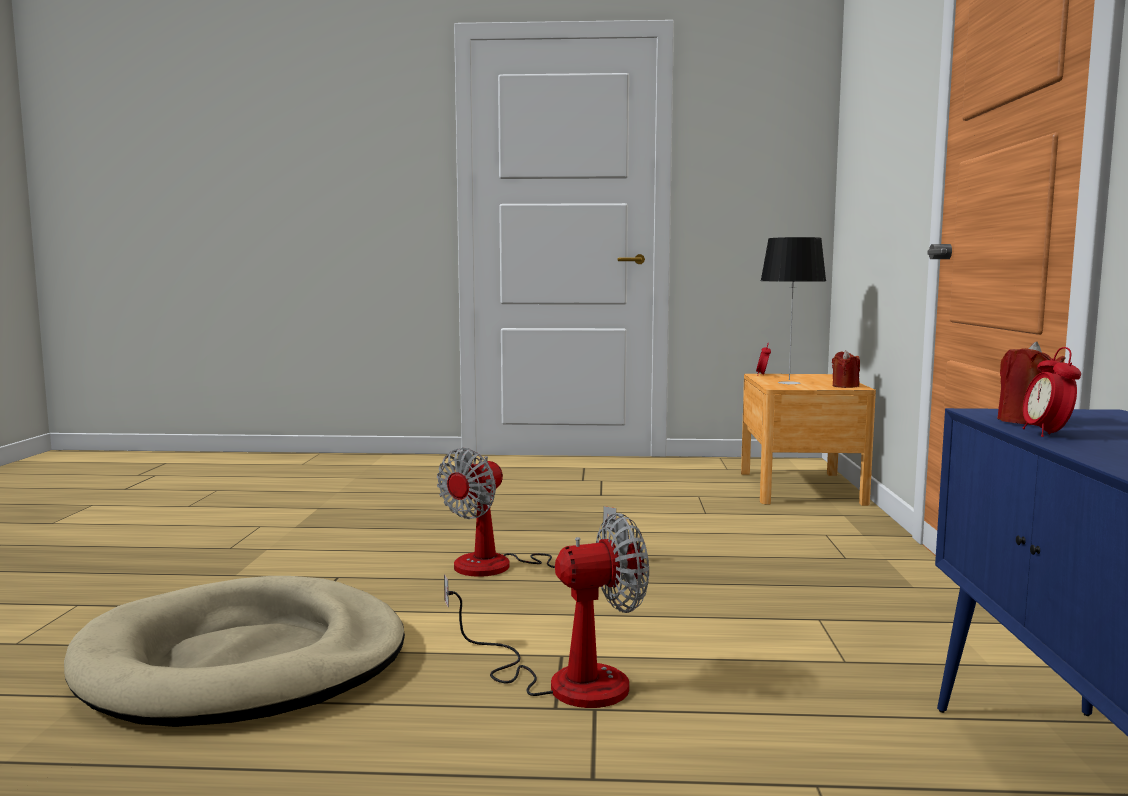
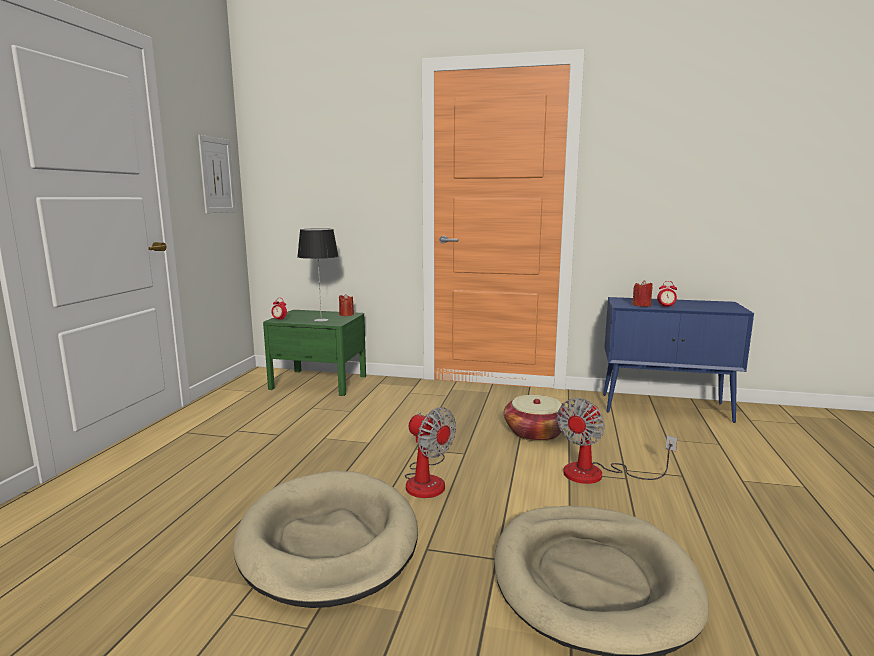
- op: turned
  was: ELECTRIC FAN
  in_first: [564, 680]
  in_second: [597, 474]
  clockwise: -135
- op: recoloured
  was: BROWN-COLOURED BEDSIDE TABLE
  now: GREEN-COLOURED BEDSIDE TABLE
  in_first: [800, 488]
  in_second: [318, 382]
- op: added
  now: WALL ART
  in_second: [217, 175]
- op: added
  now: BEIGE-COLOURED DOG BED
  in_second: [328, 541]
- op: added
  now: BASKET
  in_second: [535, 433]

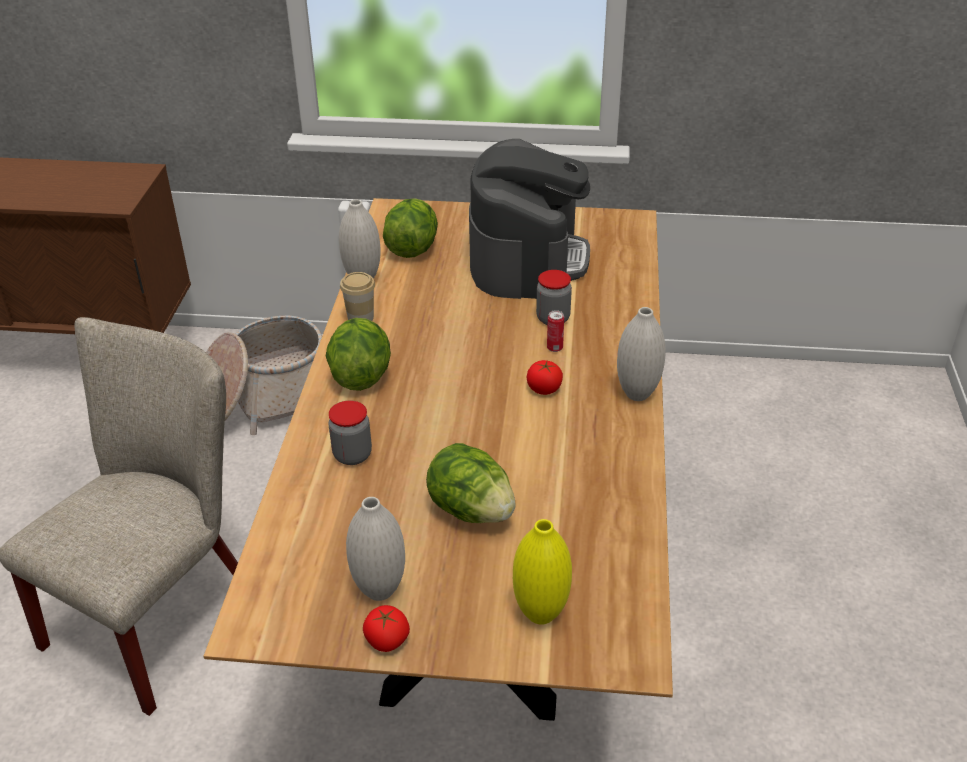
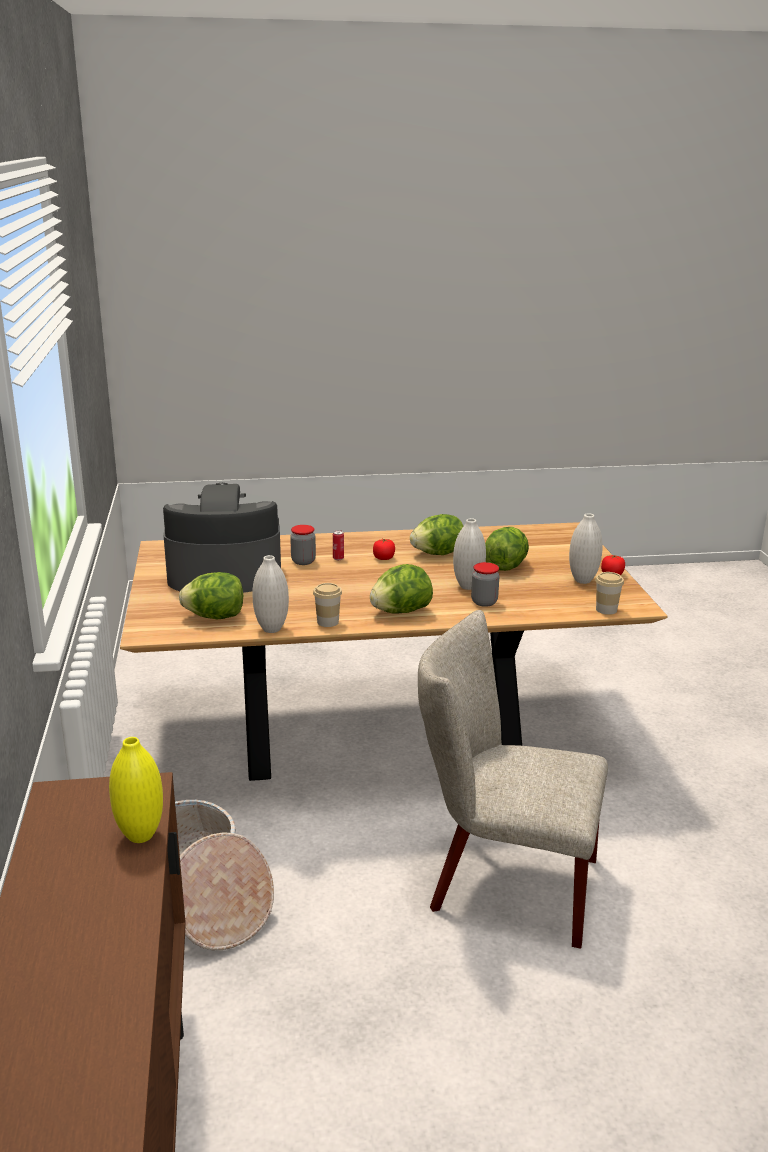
- op: moved
  was: YELLOW-COLOURED FLOWER VASE
  in_first: [540, 613]
  in_second: [140, 835]
- op: moved
  was: WHITE-COLOURED FLOWER VASE
  in_first: [637, 394]
  in_second: [468, 586]
- op: added
  now: LETTUCE
  in_second: [438, 554]
- op: added
  now: SMALL CUP
  in_second: [606, 610]

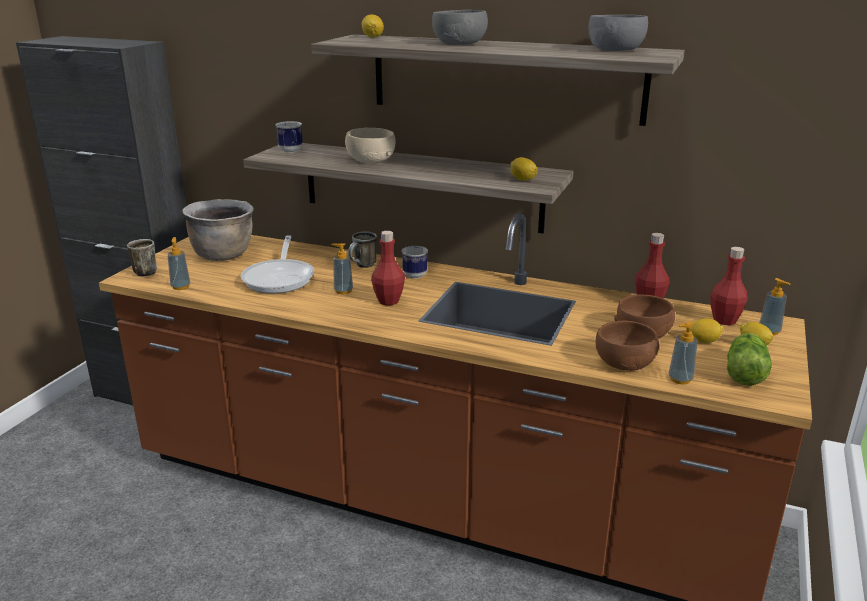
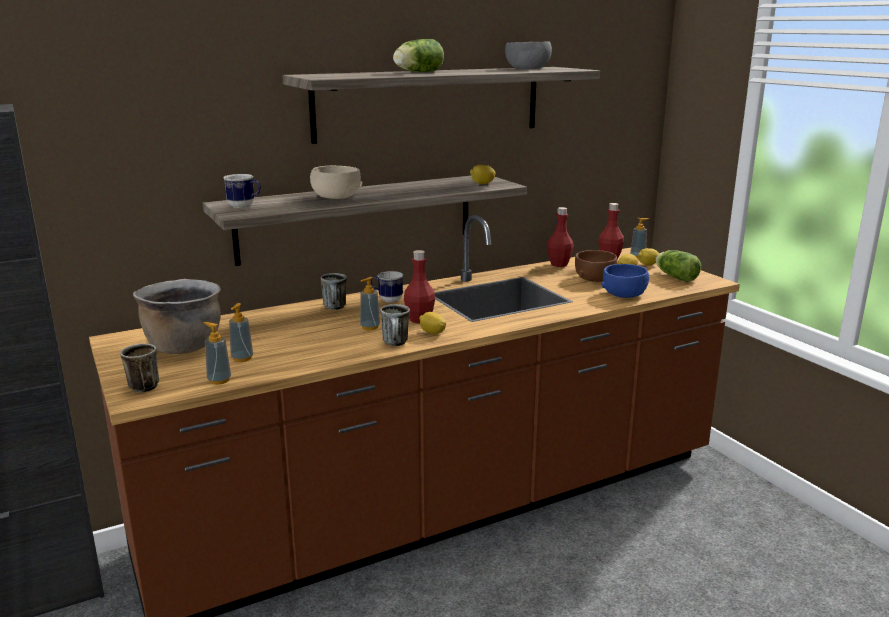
- op: removed
  was: FRYING PAN
  in_first: [280, 278]
- op: moved
  was: LEMON
  in_first: [373, 37]
  in_second: [432, 333]
- op: replaced
  was: GREY DEEP DISH
  now: LETTUCE
  in_first: [460, 43]
  in_second: [416, 72]
- op: recoloured
  was: BROWN-COLOURED DEEP DISH
  now: BLUE DEEP DISH
  in_first: [624, 362]
  in_second: [624, 294]
- op: moved
  was: SOAP DISPENSER
  in_first: [680, 379]
  in_second: [242, 358]
- op: added
  now: MUG
  in_second: [396, 344]

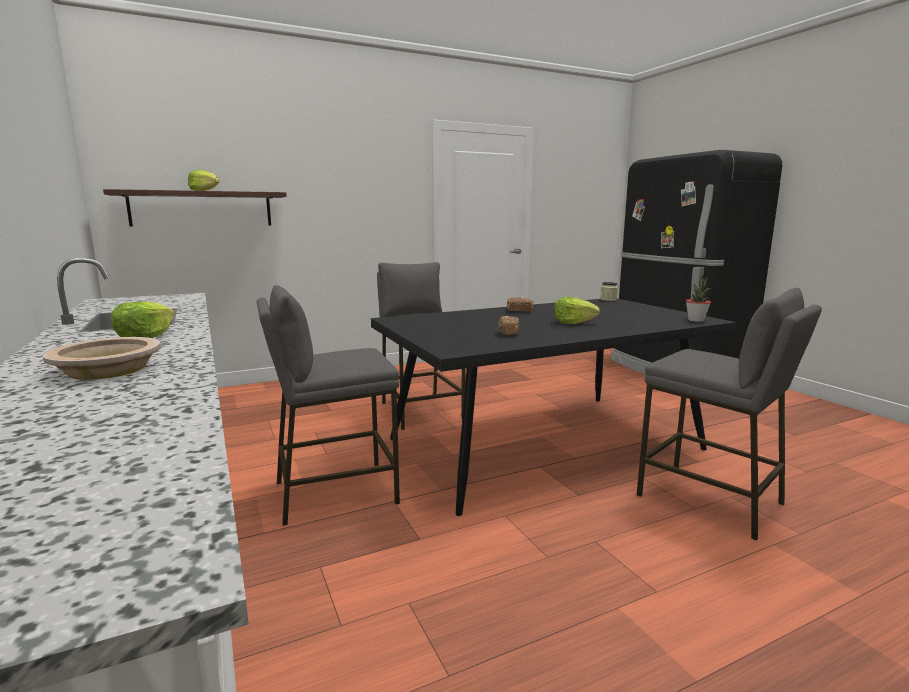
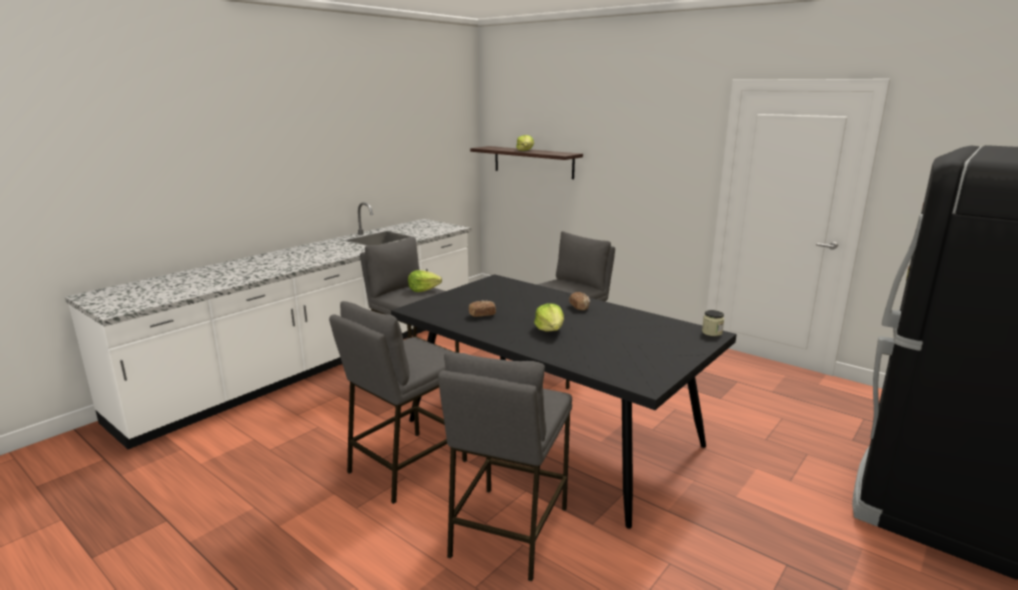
- op: removed
  was: BEIGE-COLOURED DEEP DISH
  in_first: [108, 369]
- op: moved
  was: LETTUCE
  in_first: [145, 337]
  in_second: [423, 289]
- op: removed
  was: POTTED PLANT
  in_first: [696, 320]
- op: added
  now: GREY STOOL
  in_second: [406, 466]

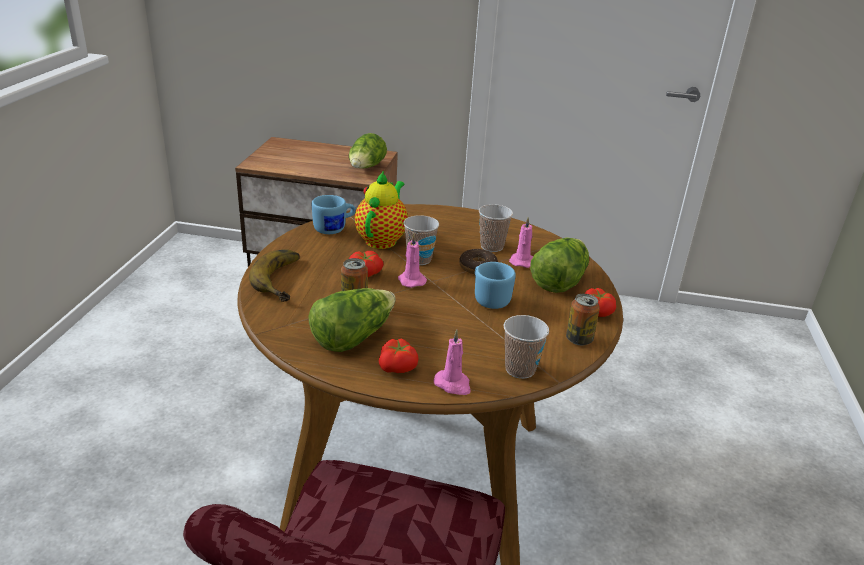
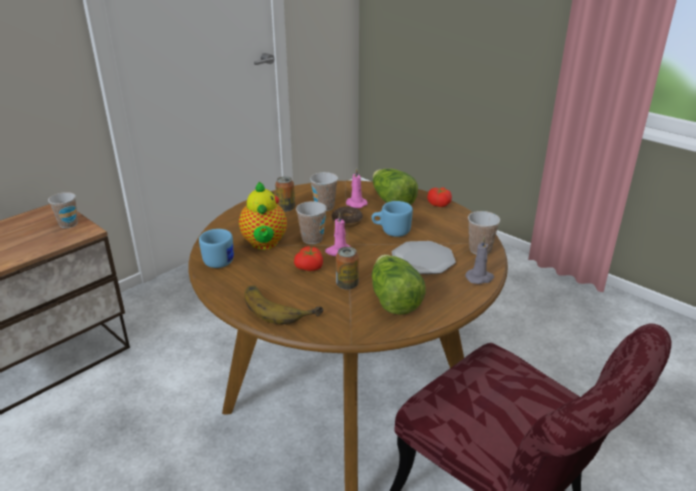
- op: replaced
  was: LETTUCE
  now: SMALL CUP
  in_first: [366, 168]
  in_second: [68, 224]
- op: turned
  was: POT FOR TEA
  in_first: [382, 239]
  in_second: [264, 244]
  clockwise: -150
- op: removed
  was: FRESH TOMATO
  in_first: [398, 368]
- op: recoloured
  was: PINKISH WAX LIGHT
  now: GREY WAX LIGHT
  in_first: [453, 384]
  in_second: [480, 278]
- op: moved
  was: SEALED CAN
  in_first: [579, 339]
  in_second: [286, 208]
- op: added
  now: DINNER PLATE
  in_second: [422, 259]

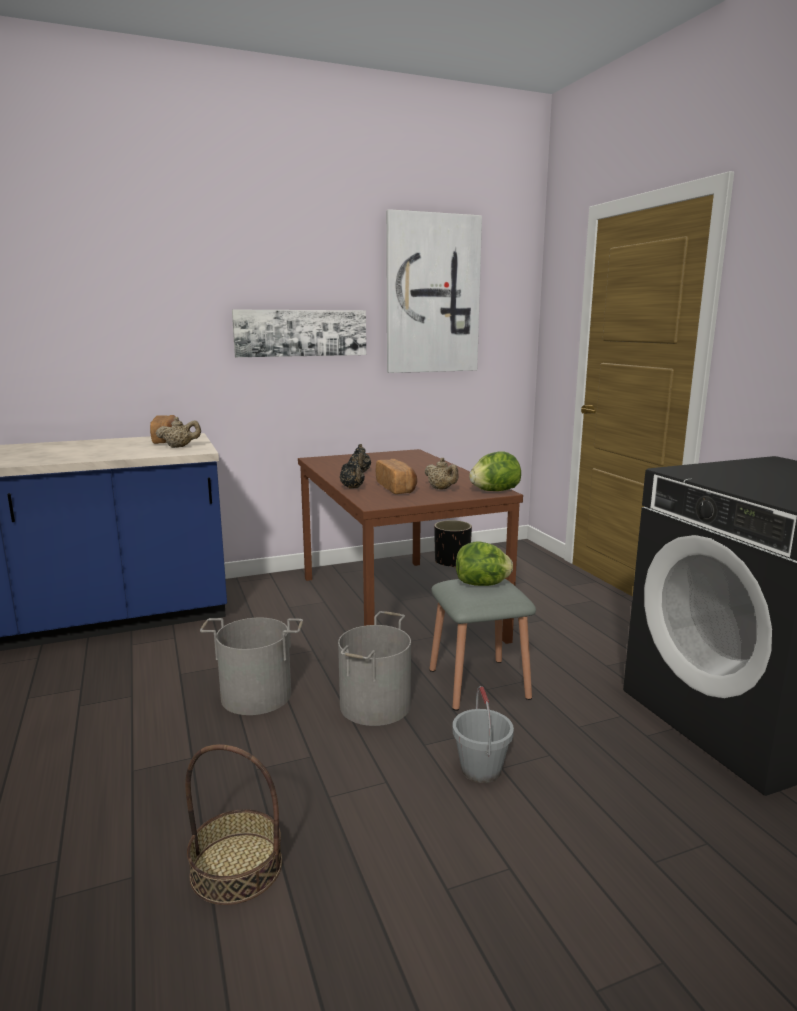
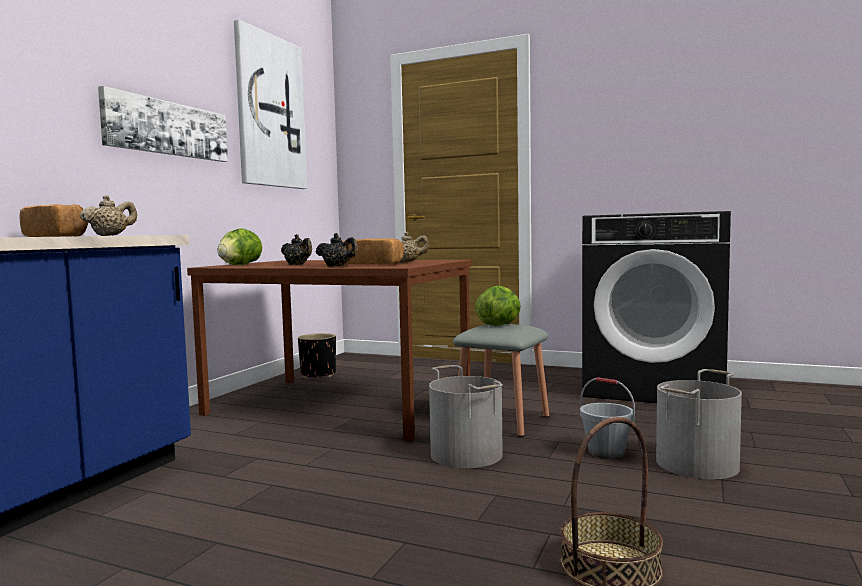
- op: moved
  was: GREY WATER BUCKET
  in_first: [256, 696]
  in_second: [698, 464]
- op: moved
  was: LETTUCE
  in_first: [494, 491]
  in_second: [239, 265]

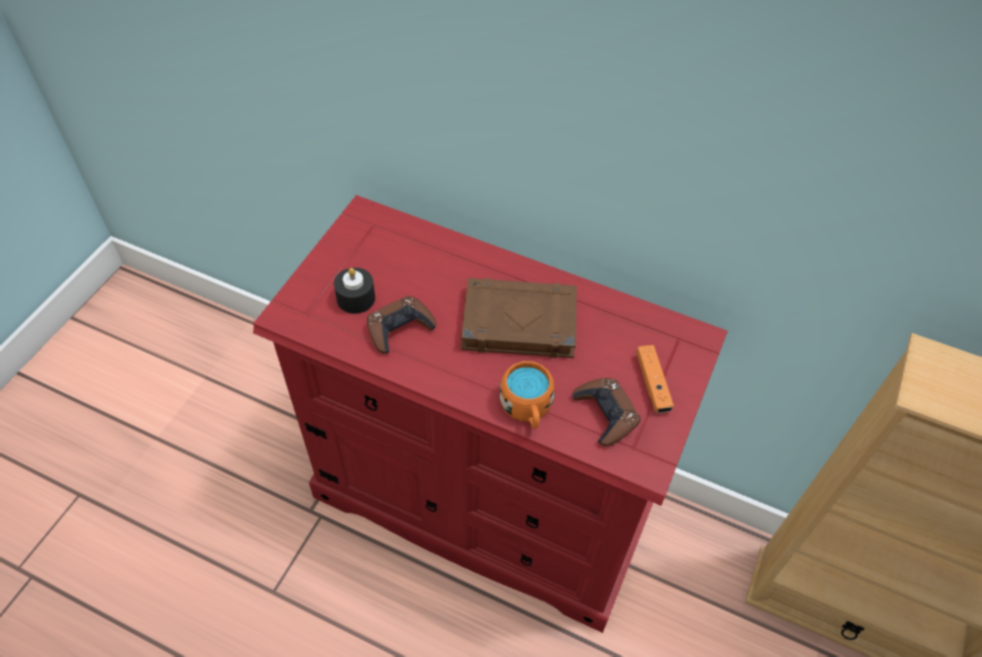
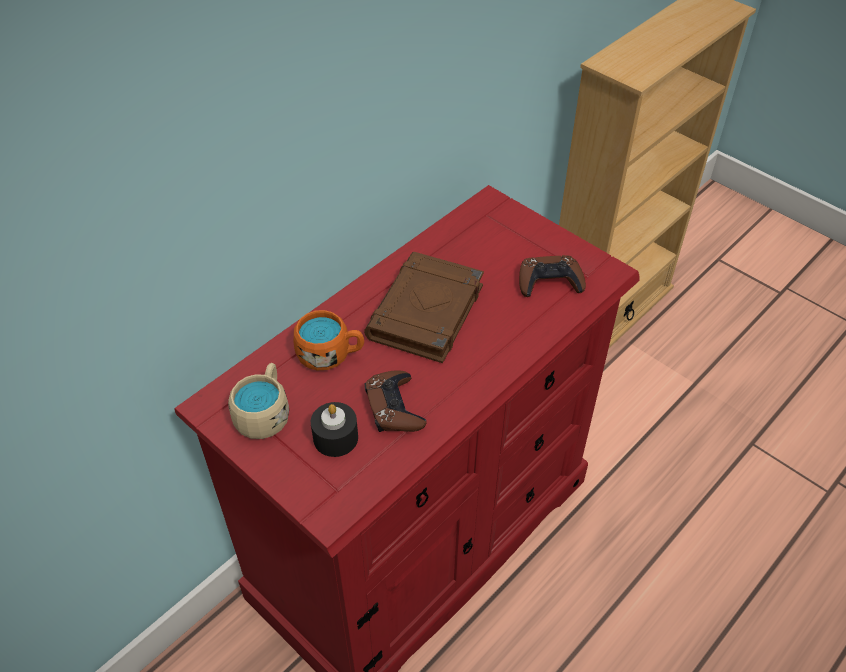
- op: moved
  was: ORANGE MUG
  in_first: [527, 408]
  in_second: [330, 354]
- op: removed
  was: ORANGE GAMEPAD
  in_first: [652, 384]
- op: added
  now: BEIGE-COLOURED MUG
  in_second: [264, 413]

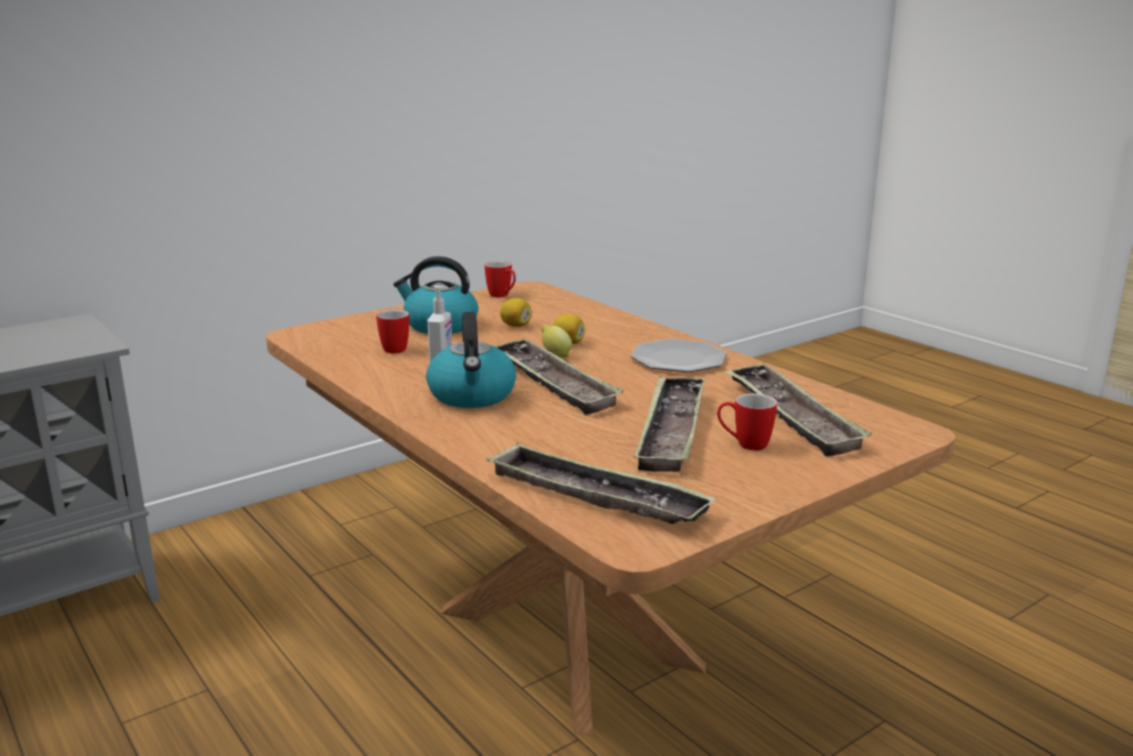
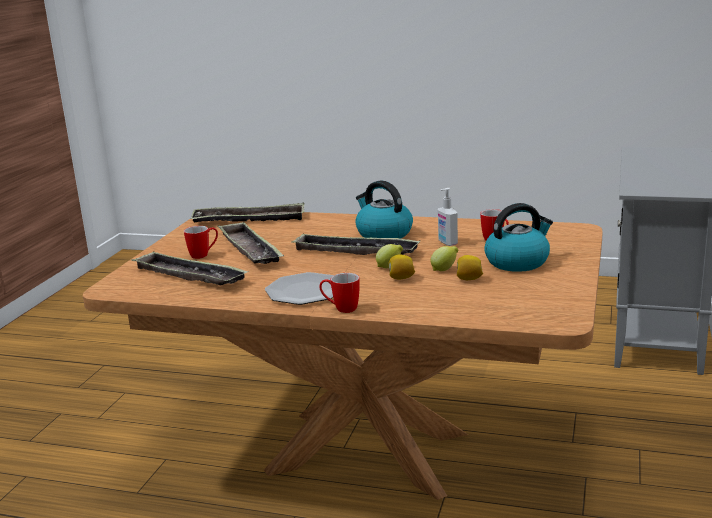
- op: moved
  was: MUG
  in_first: [502, 296]
  in_second: [341, 309]
- op: added
  now: LEMON
  in_second: [444, 270]

